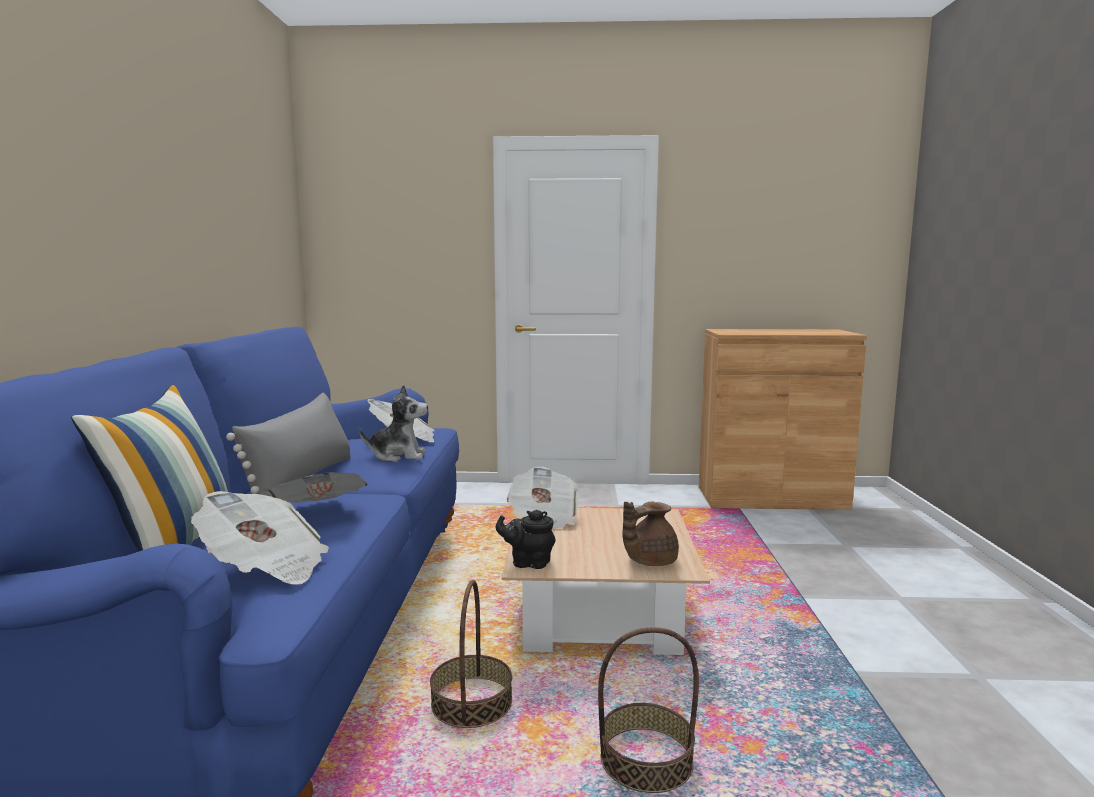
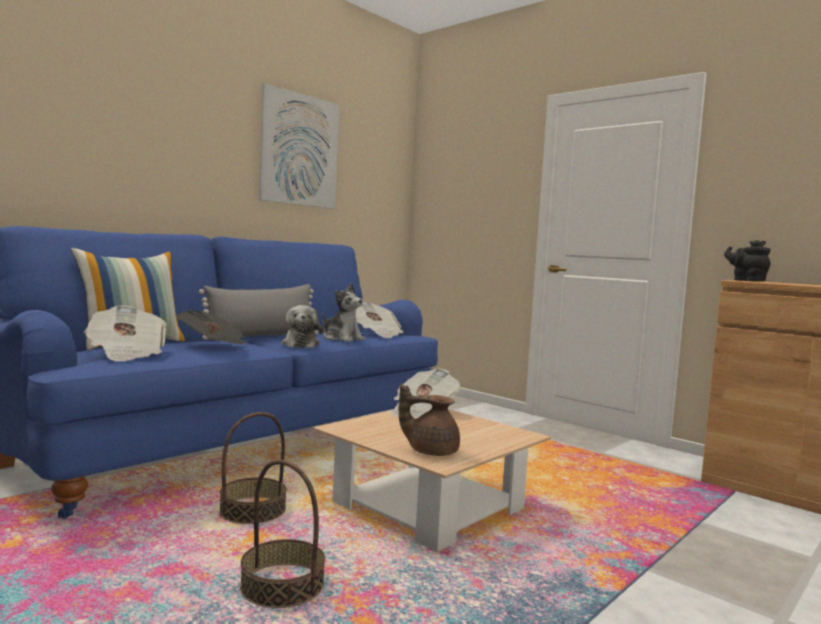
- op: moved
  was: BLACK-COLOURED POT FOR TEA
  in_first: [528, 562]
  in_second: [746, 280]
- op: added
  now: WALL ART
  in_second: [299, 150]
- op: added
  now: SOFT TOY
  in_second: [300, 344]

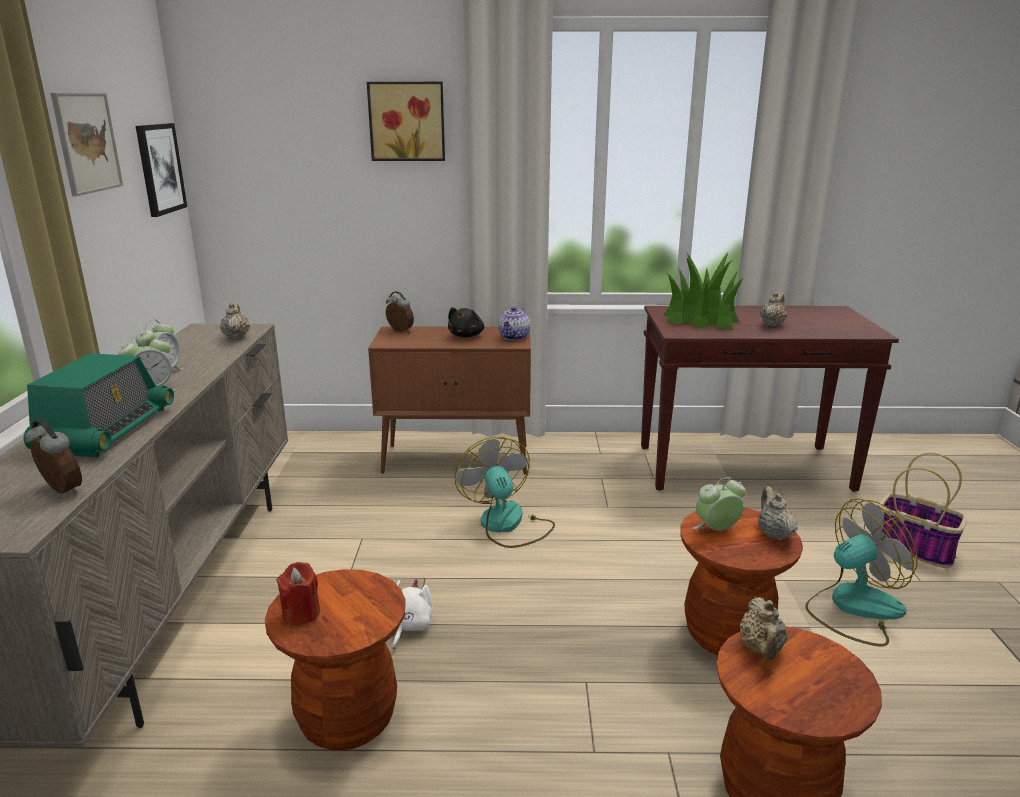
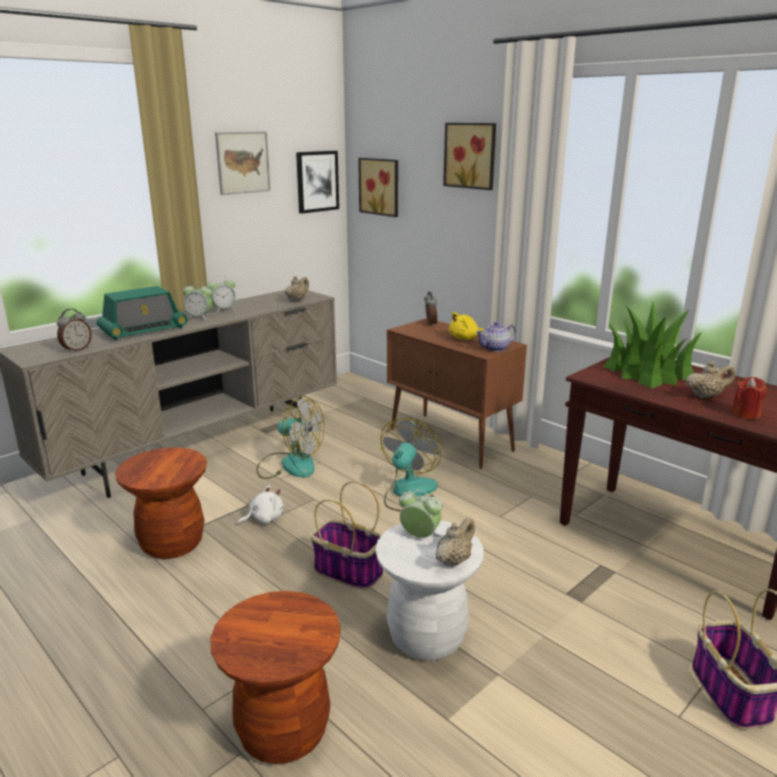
- op: turned
  was: ALARM CLOCK
  in_first: [60, 491]
  in_second: [76, 349]
  clockwise: 45
- op: moved
  was: REDDISH WAX LIGHT
  in_first: [301, 613]
  in_second: [745, 414]
- op: recoloured
  was: BLACK-COLOURED SOFT TOY
  now: YELLOW-COLOURED SOFT TOY
  in_first: [467, 335]
  in_second: [465, 338]
- op: recoloured
  was: BROWN-COLOURED STOOL
  now: WHITE-COLOURED STOOL
  in_first: [727, 635]
  in_second: [427, 637]
- op: removed
  was: BEIGE-COLOURED POT FOR TEA
  in_first: [761, 650]
- op: moved
  was: ELECTRIC FAN
  in_first: [853, 608]
  in_second: [289, 464]
- op: added
  now: BASKET
  in_second: [346, 571]
- op: added
  now: WALL ART
  in_second: [380, 186]

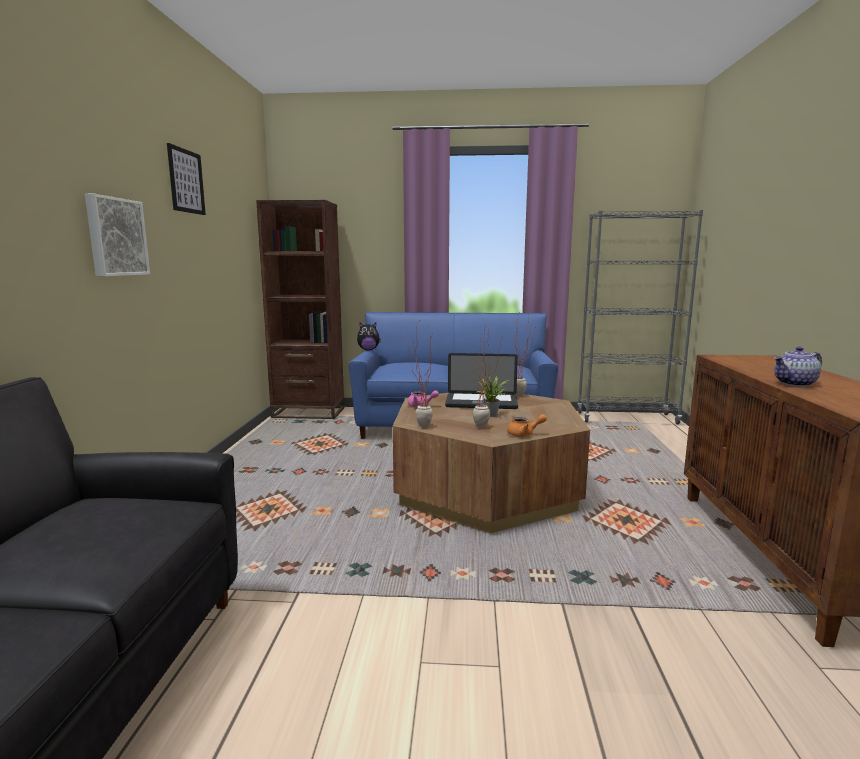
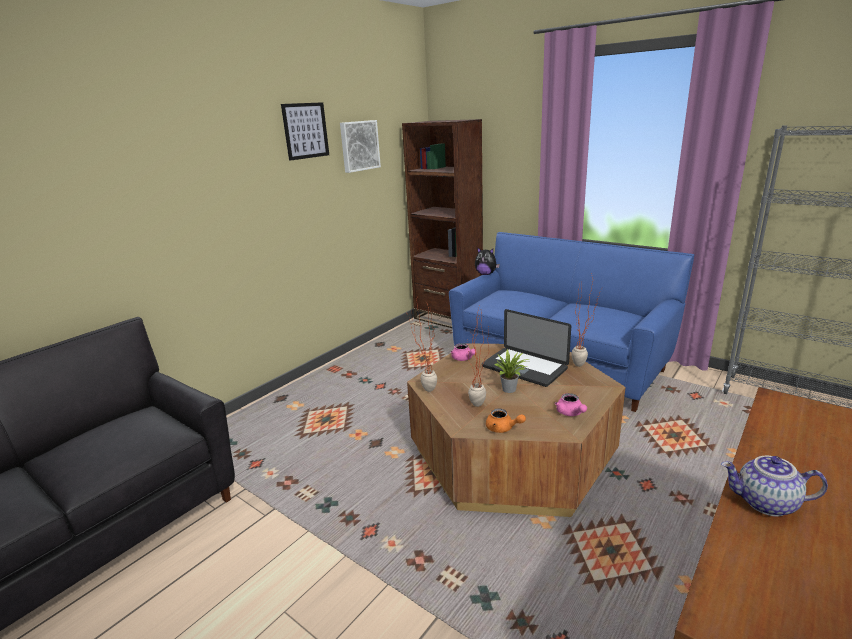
- op: moved
  was: WALL ART
  in_first: [115, 237]
  in_second: [359, 146]
- op: added
  now: PINKISH POT FOR TEA
  in_second: [570, 413]

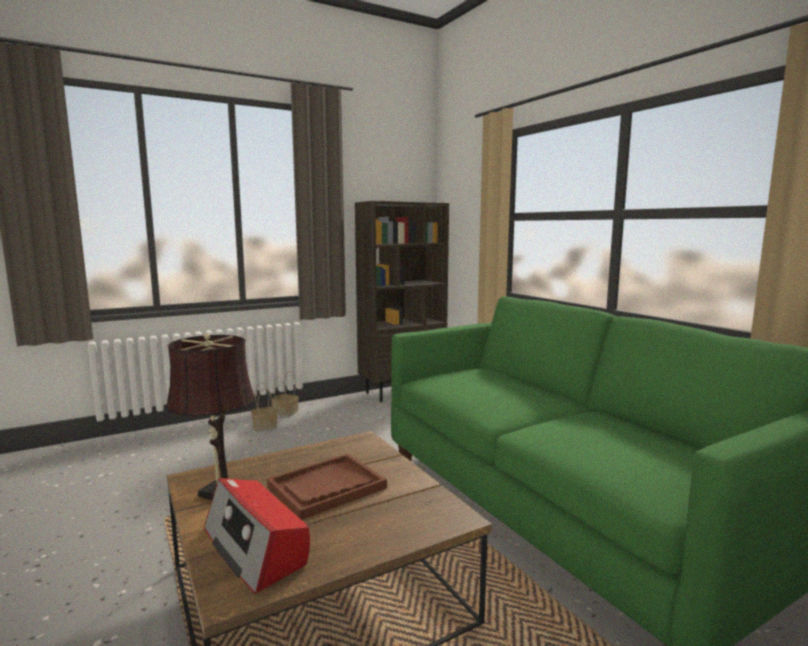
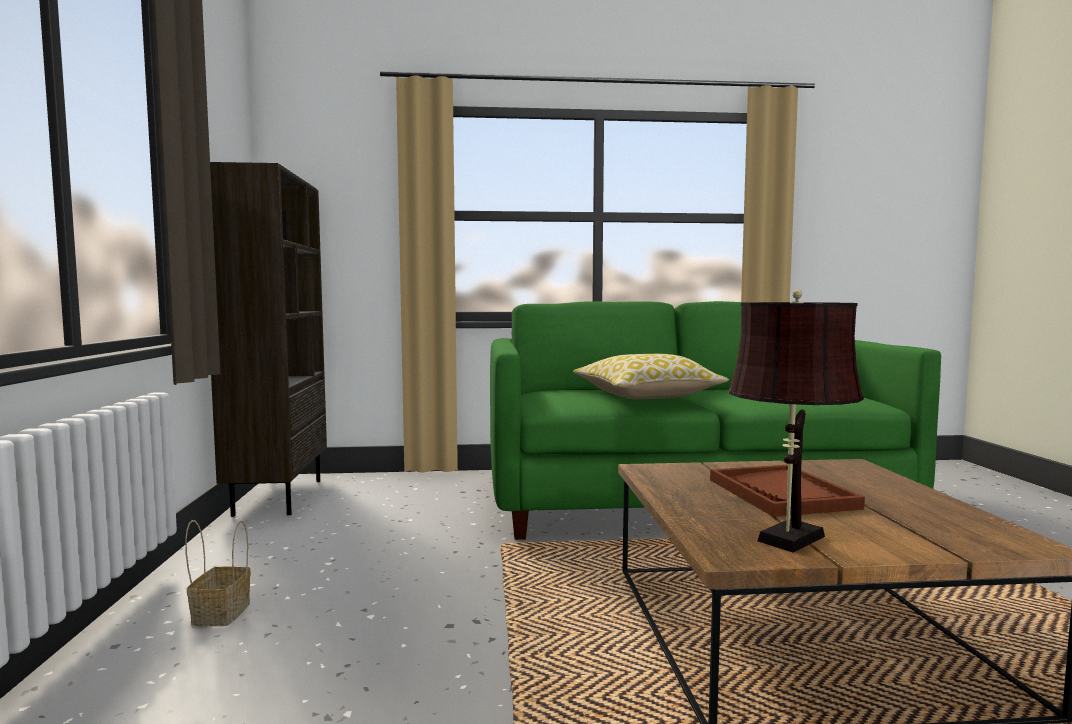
- op: removed
  was: RADIO SET
  in_first: [255, 547]
- op: removed
  was: BASKET
  in_first: [286, 412]
- op: added
  now: PILLOW
  in_second: [646, 396]

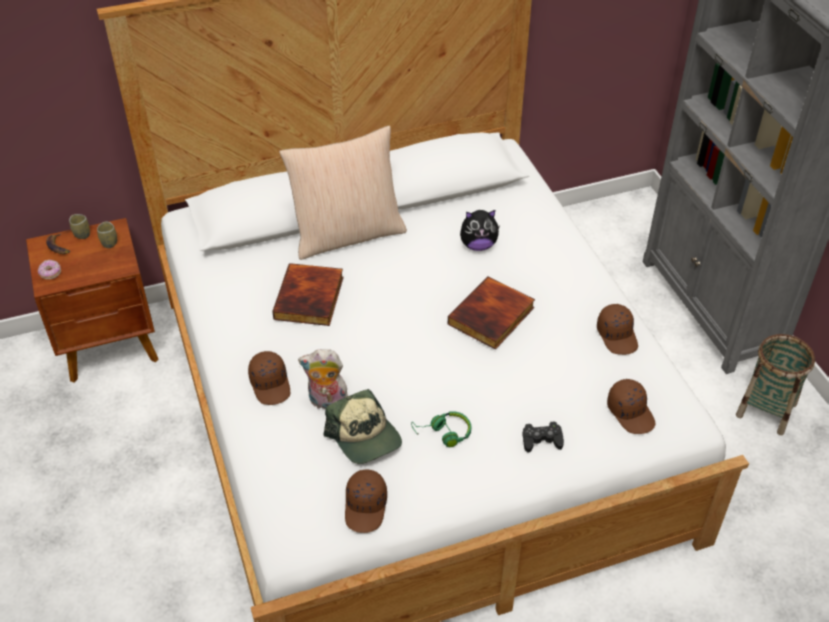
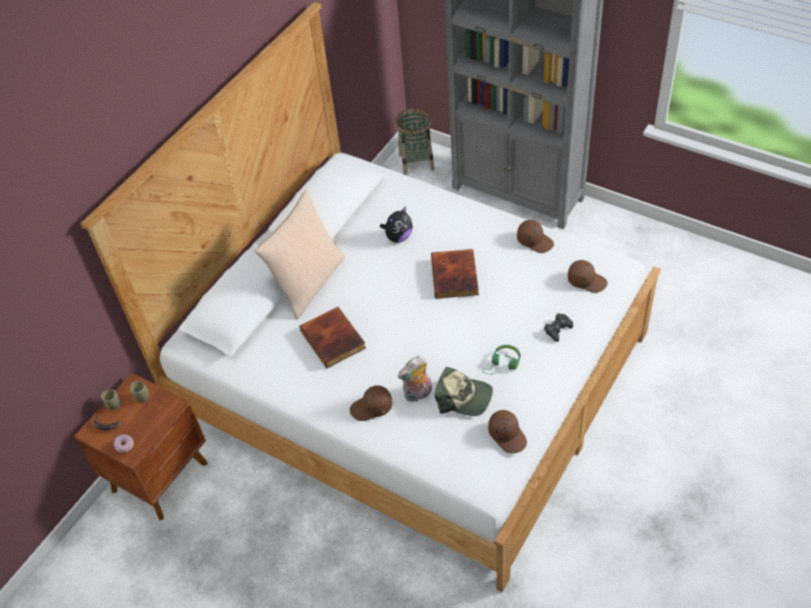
- op: turned
  was: BROWN-COLOURED BASEBALL CAP
  in_first: [271, 384]
  in_second: [372, 408]
  clockwise: 135
- op: moved
  was: BASKET
  in_first: [766, 410]
  in_second: [416, 162]

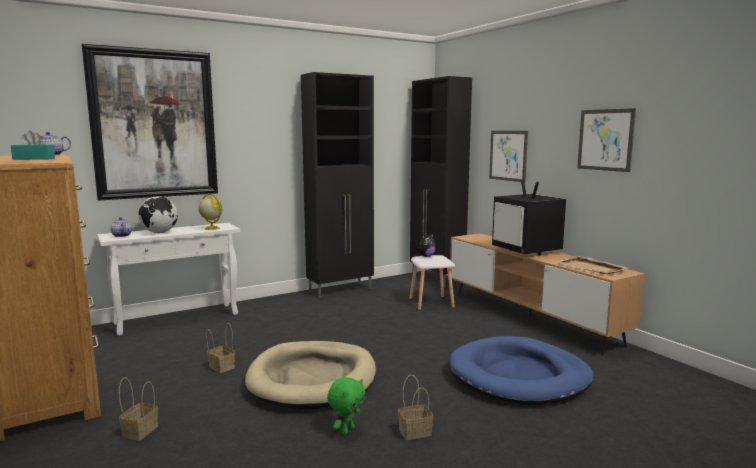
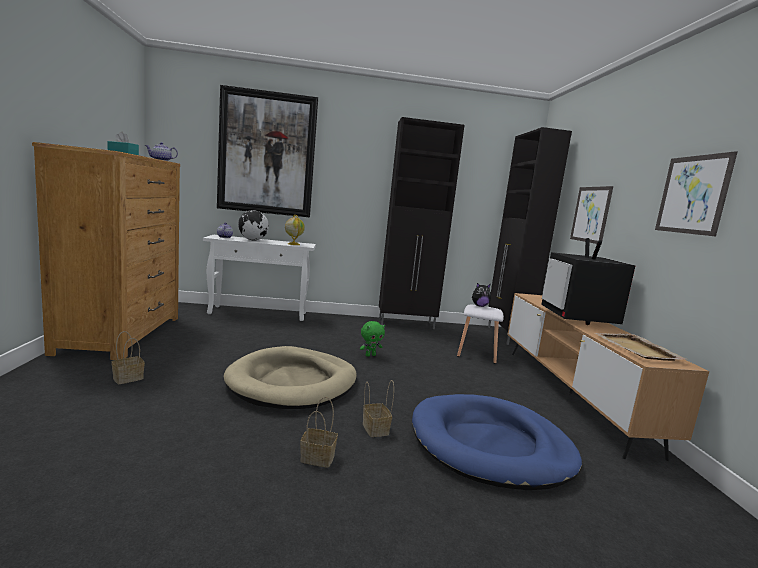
- op: moved
  was: BASKET
  in_first: [221, 367]
  in_second: [374, 428]
- op: moved
  was: GREEN-COLOURED SOFT TOY
  in_first: [346, 430]
  in_second: [370, 355]

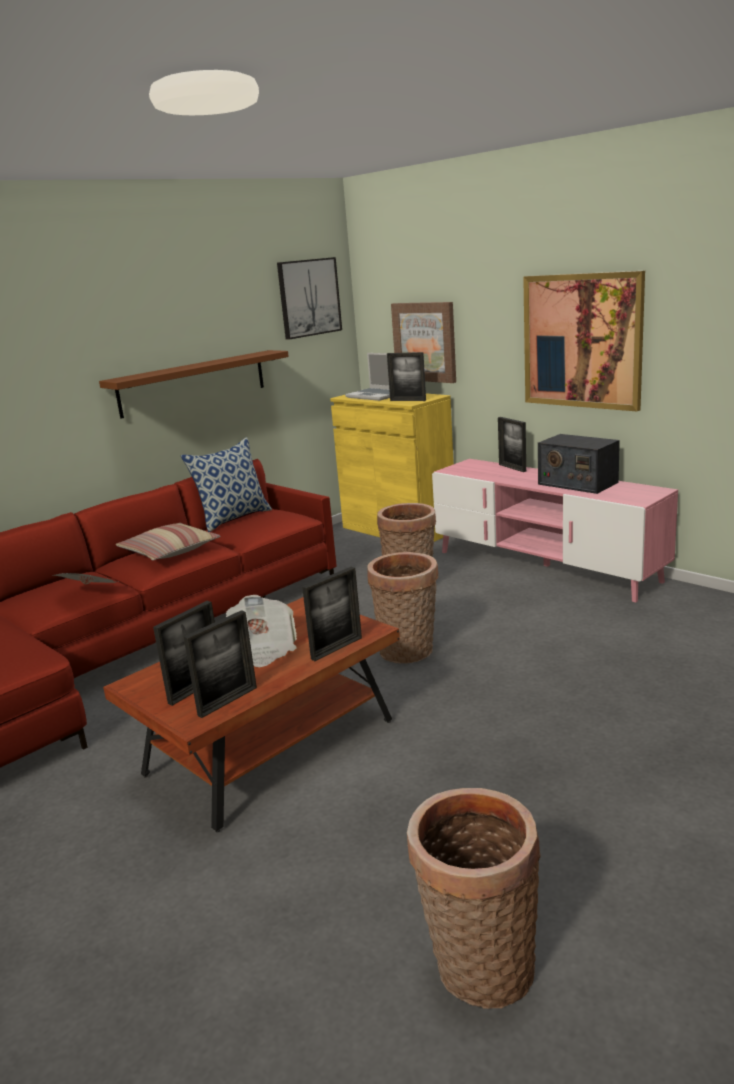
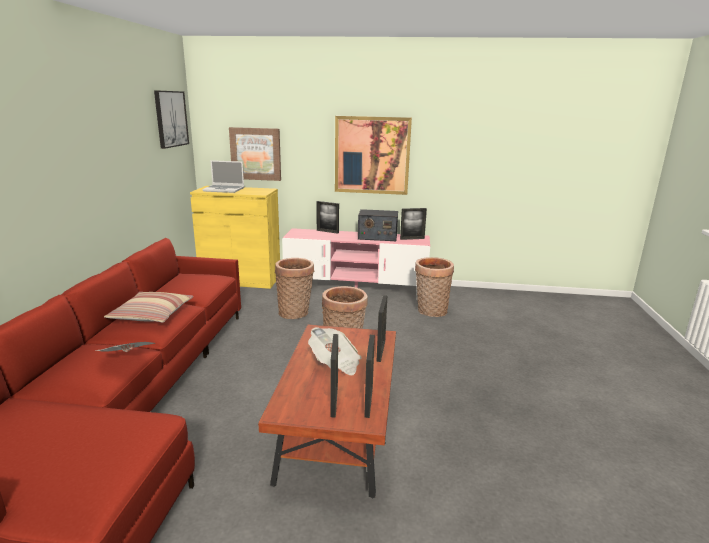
- op: removed
  was: BROWN-COLOURED BRACKET SHELF
  in_first: [193, 383]
- op: removed
  was: PILLOW
  in_first: [233, 518]
- op: moved
  was: STANDING FRAME
  in_first: [408, 400]
  in_second: [412, 239]
- op: moved
  was: BASKET
  in_first: [478, 967]
  in_second: [430, 311]

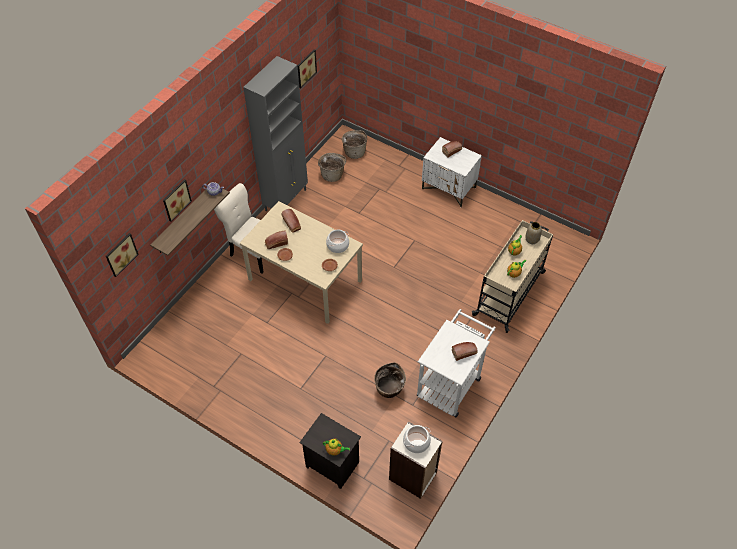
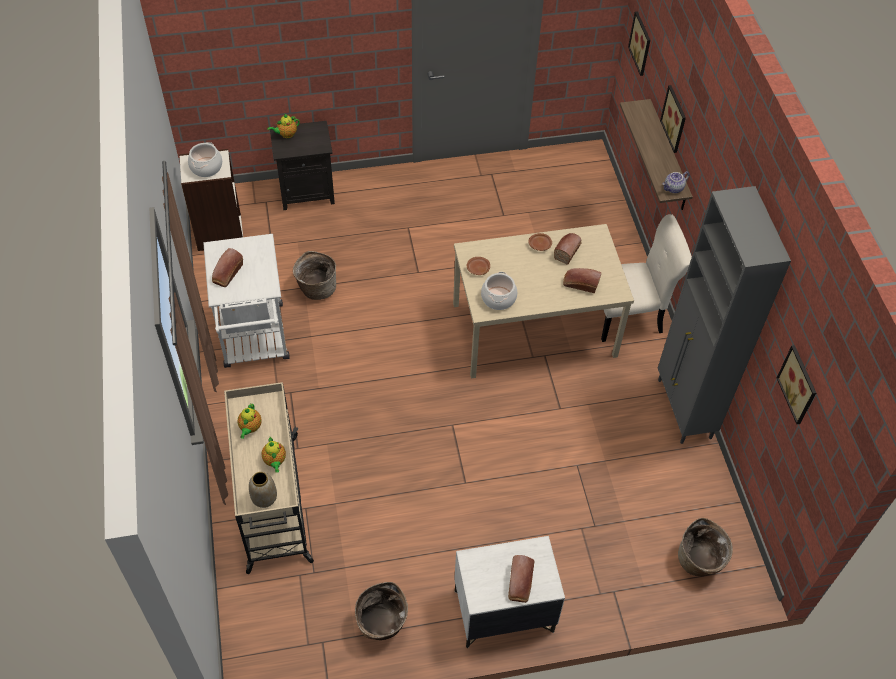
- op: moved
  was: BASKET
  in_first: [332, 174]
  in_second: [382, 625]

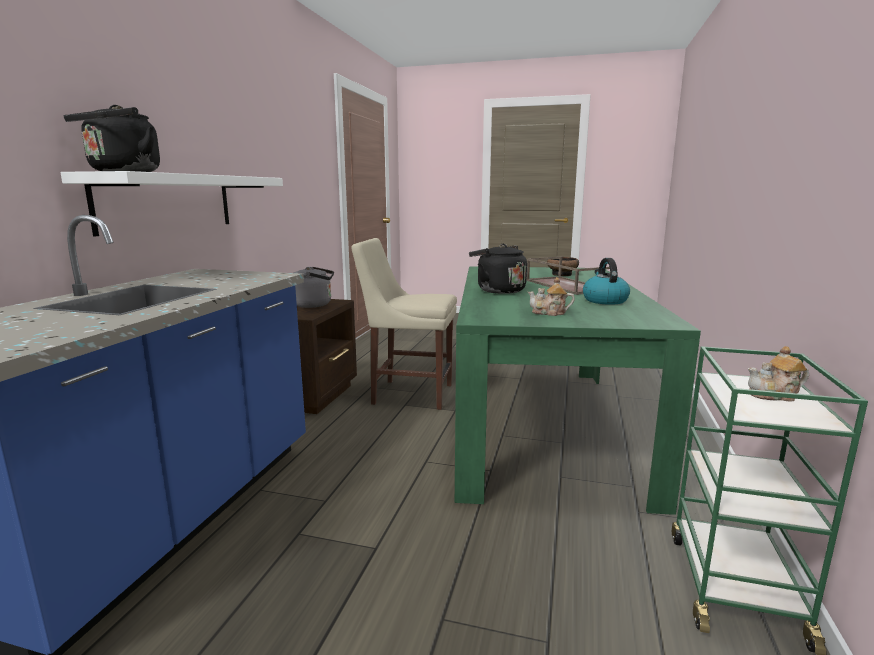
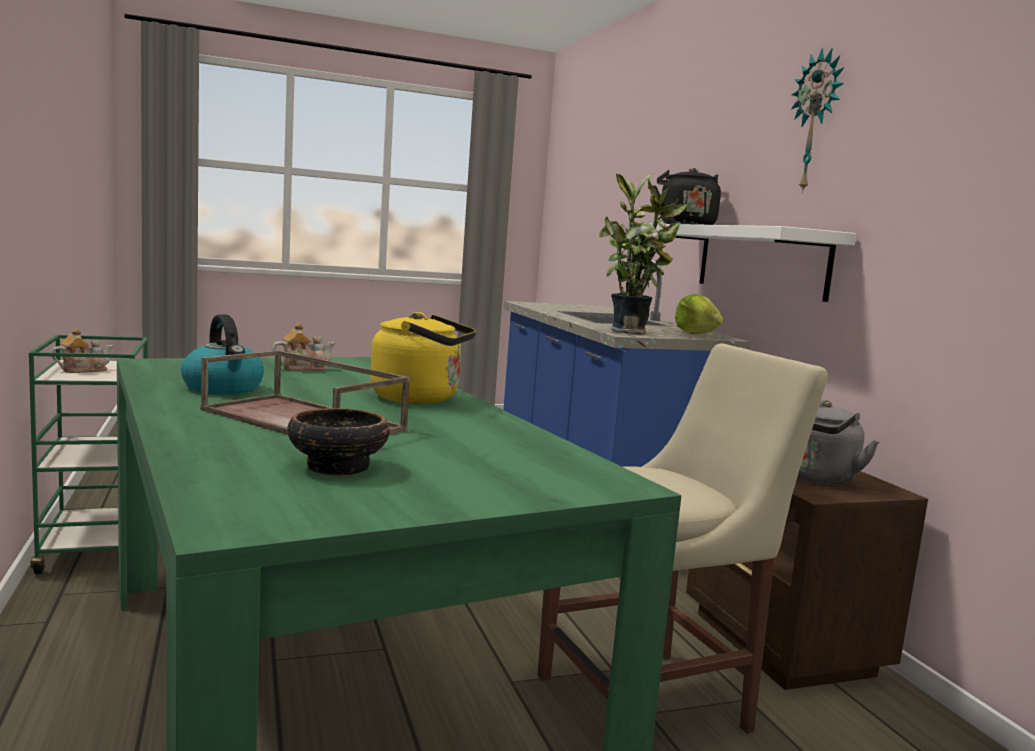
- op: recoloured
  was: BLACK-COLOURED KETTLE
  now: YELLOW-COLOURED KETTLE
  in_first: [498, 290]
  in_second: [421, 398]
- op: added
  now: POTTED PLANT
  in_second: [632, 332]
- op: added
  now: LETTUCE
  in_second: [696, 334]
- op: added
  now: WALL CLOCK
  in_second: [817, 122]

